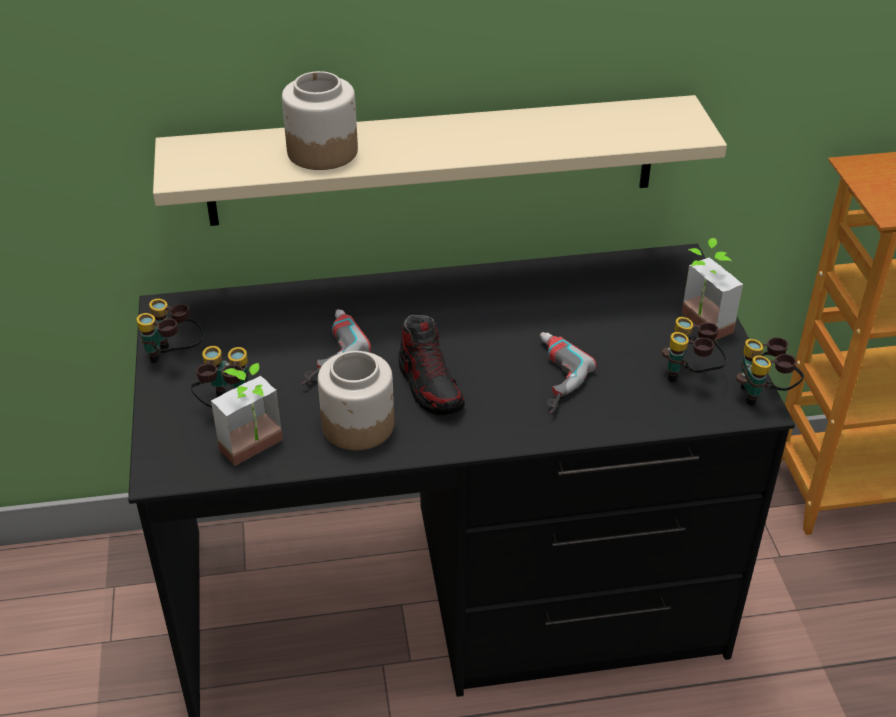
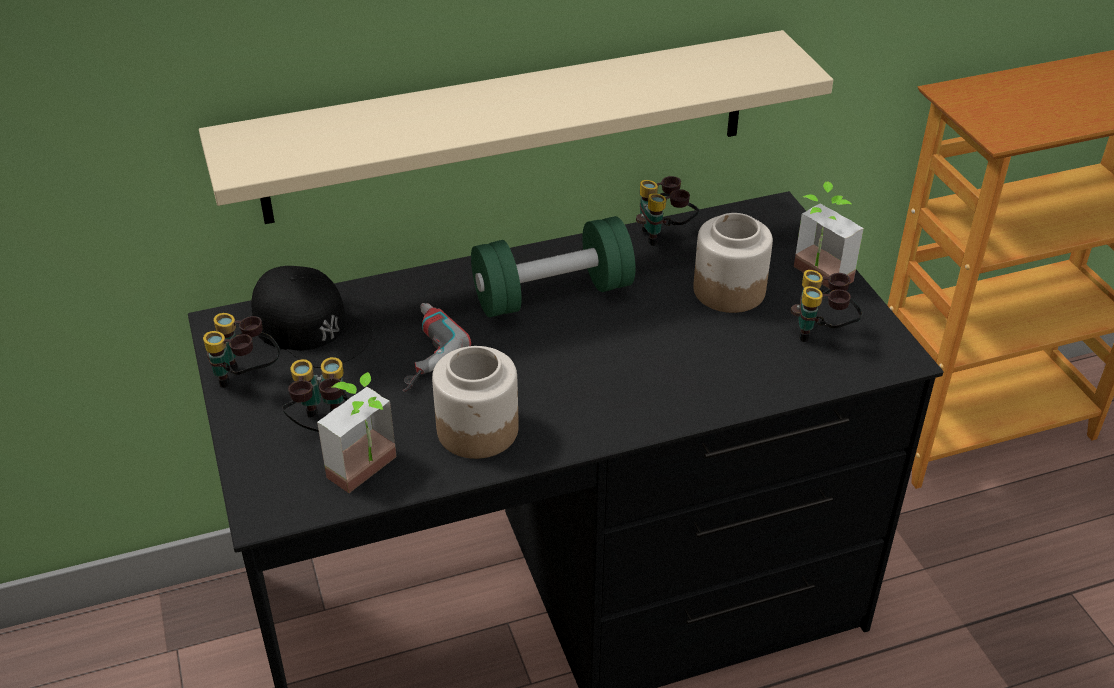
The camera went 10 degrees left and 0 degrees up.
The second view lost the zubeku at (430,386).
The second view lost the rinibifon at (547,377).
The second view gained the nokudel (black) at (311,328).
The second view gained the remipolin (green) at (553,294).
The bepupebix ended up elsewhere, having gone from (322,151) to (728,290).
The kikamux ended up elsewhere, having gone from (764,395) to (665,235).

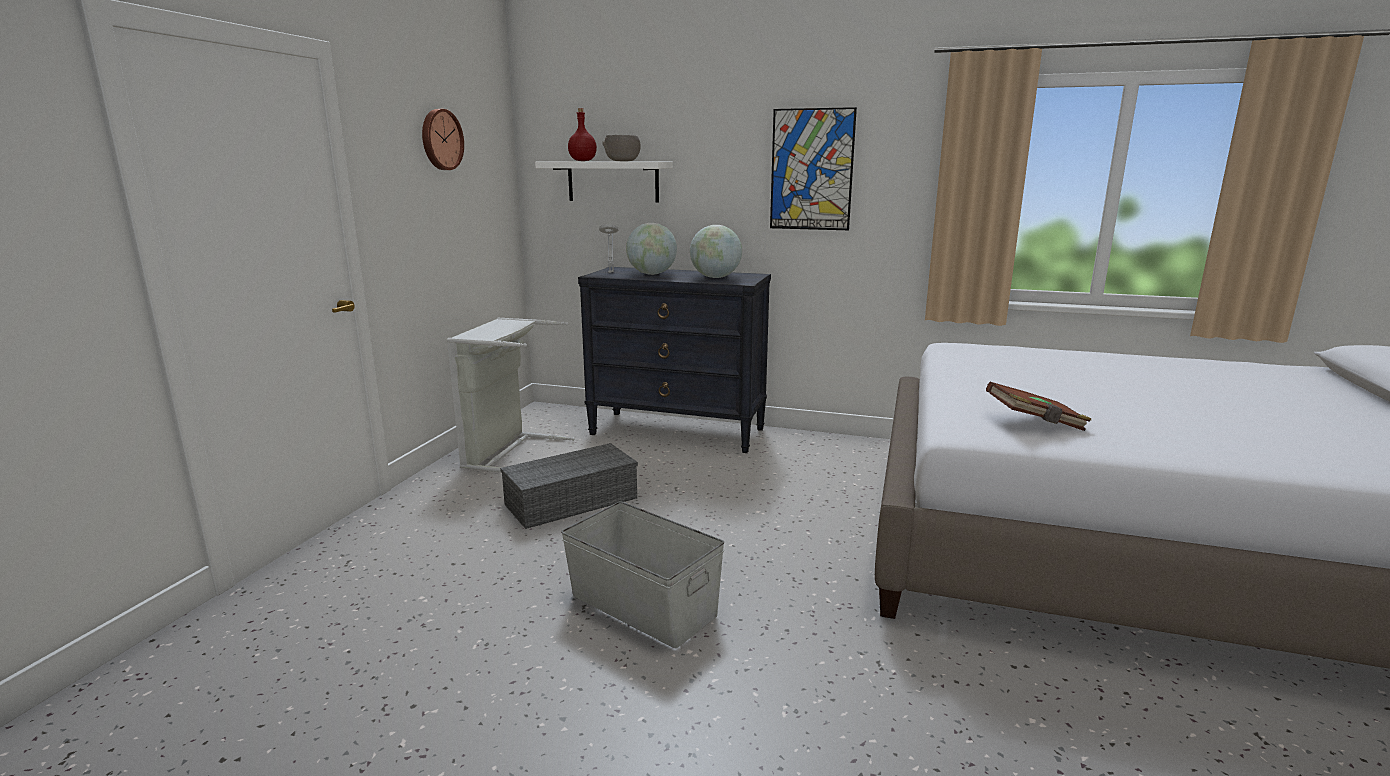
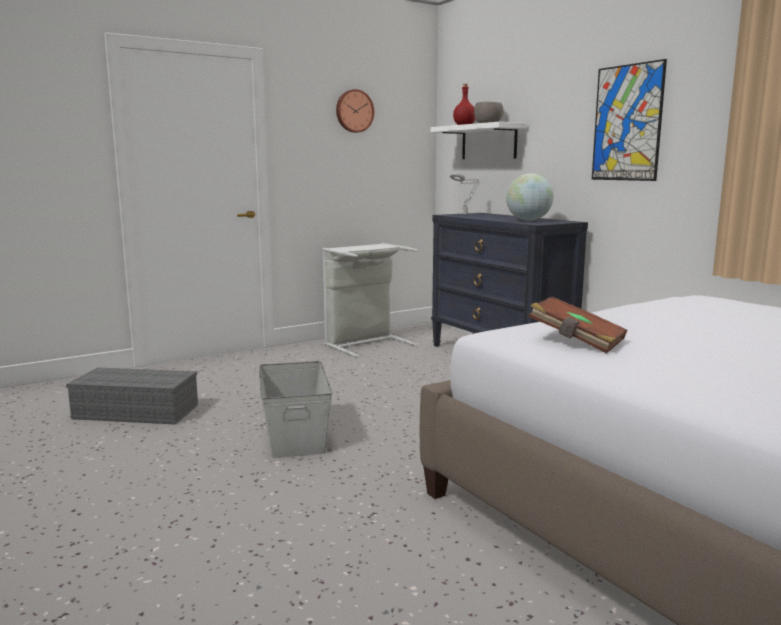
The camera went 40 degrees right and 5 degrees down.
The second view lost the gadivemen at (652,274).
The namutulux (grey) ended up elsewhere, having gone from (572,500) to (138,411).

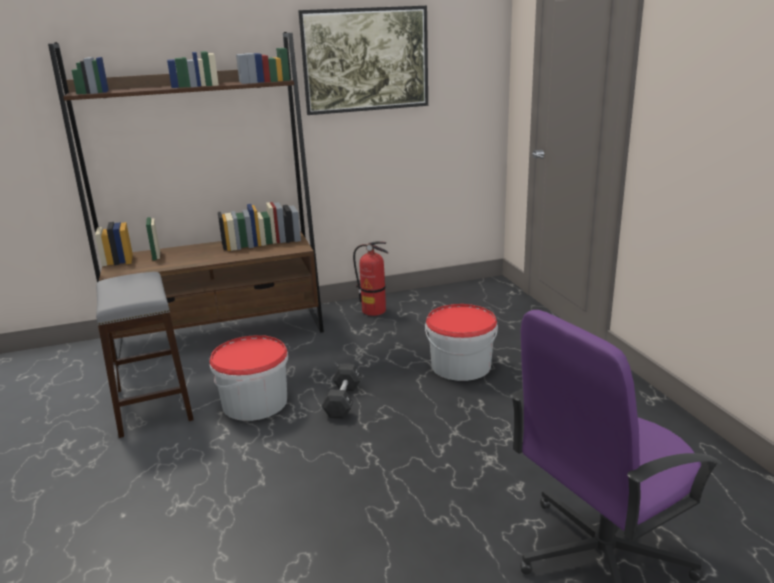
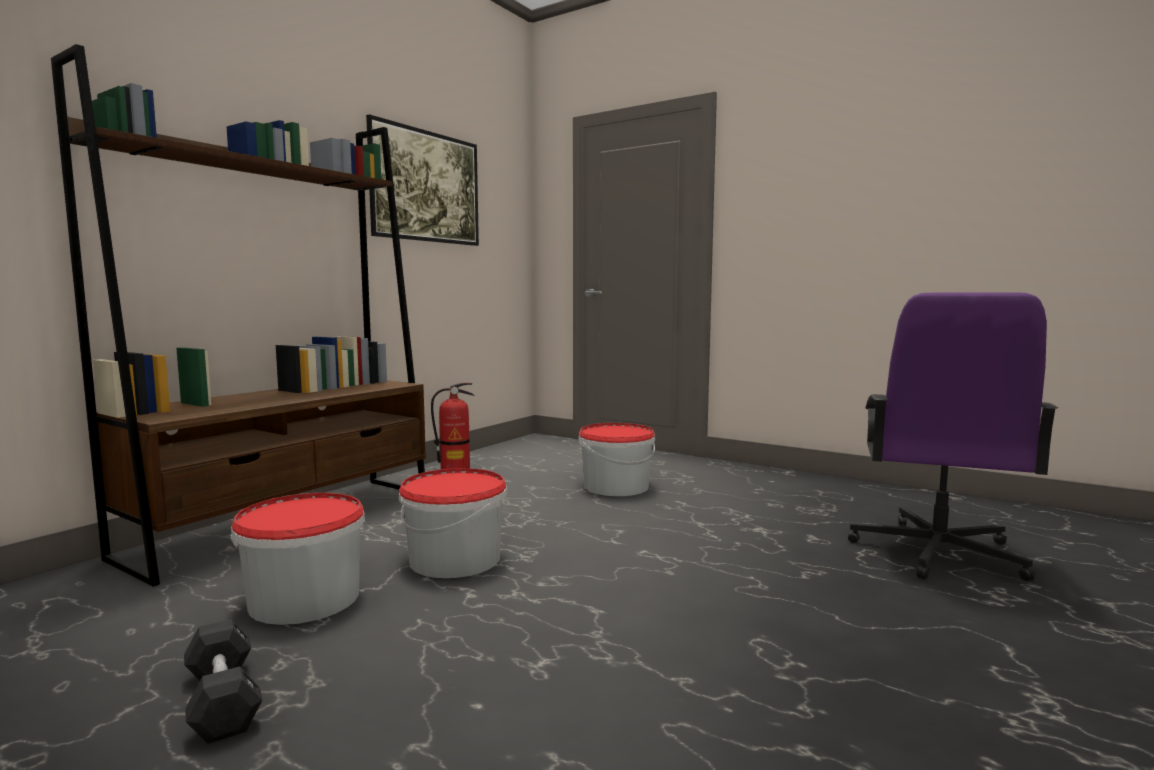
The camera went 40 degrees left and 15 degrees down.
The remipolin (black) ended up elsewhere, having gone from (343,401) to (222,700).
Where the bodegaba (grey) stood at (154,404), the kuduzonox came to stand at (305,599).

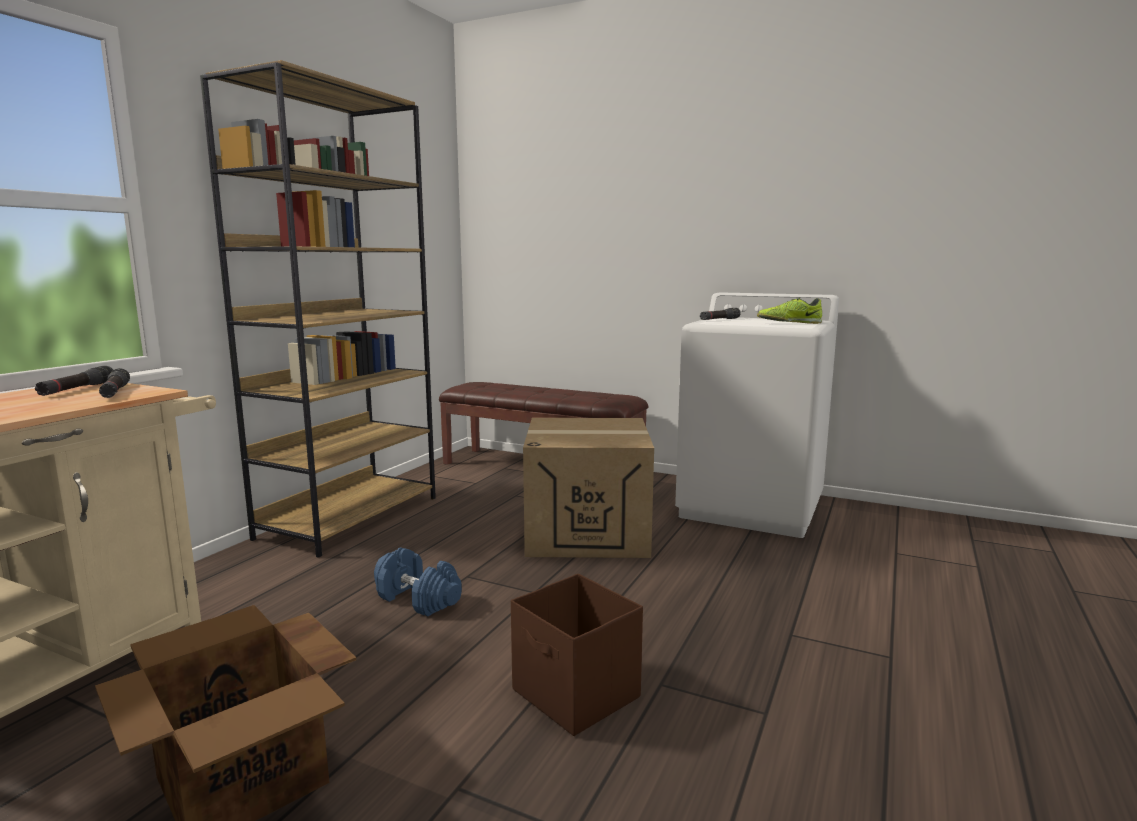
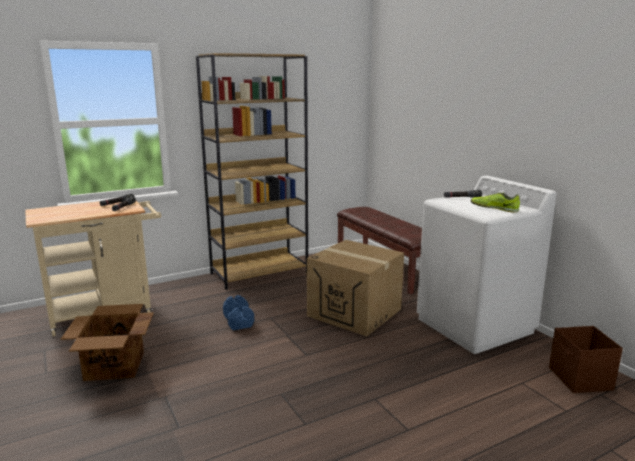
The camera went 35 degrees right and 5 degrees up.
The namutulux (brown) ended up elsewhere, having gone from (576,695) to (580,379).

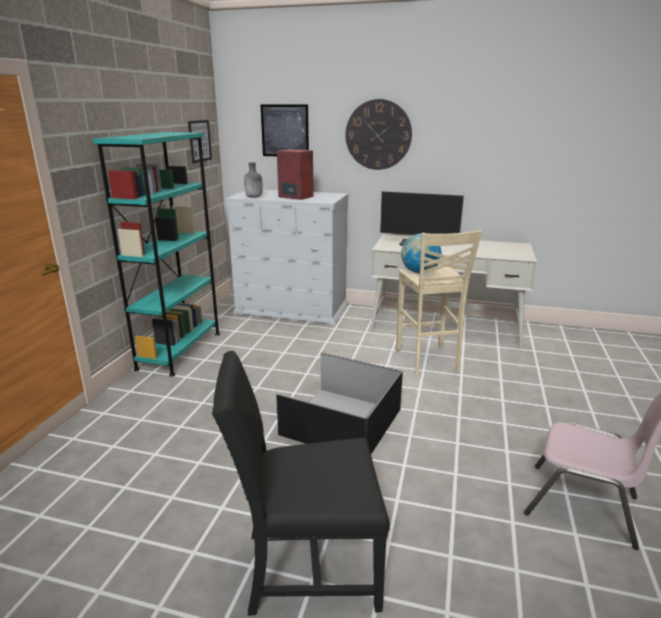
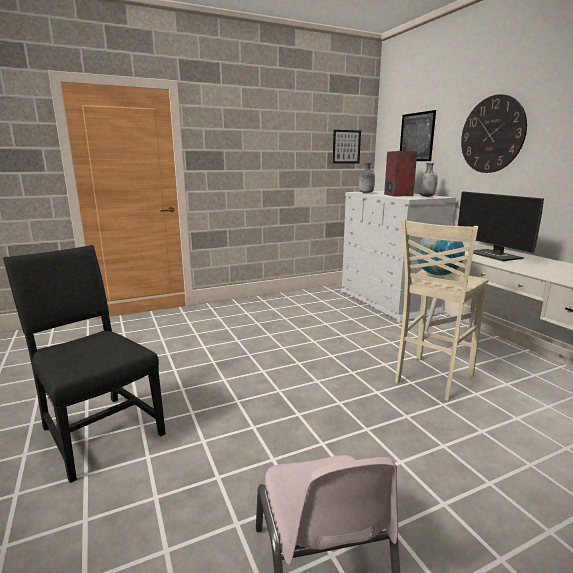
The camera went 50 degrees right and 5 degrees down.
The second view lost the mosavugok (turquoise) at (180,350).
The second view lost the namutulux (black) at (341,421).
The second view gained the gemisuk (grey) at (426,196).

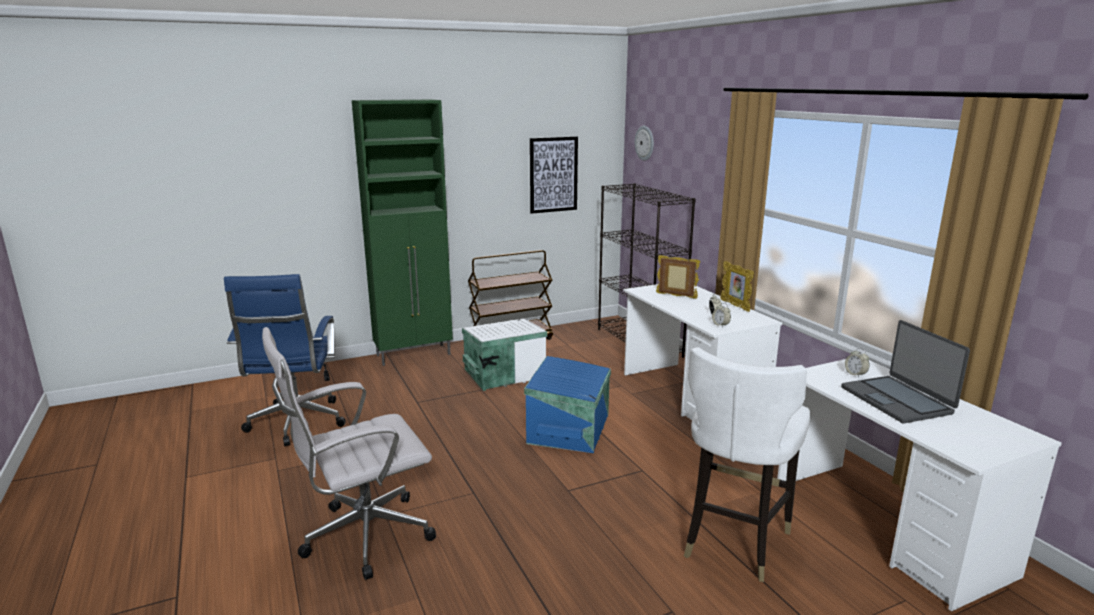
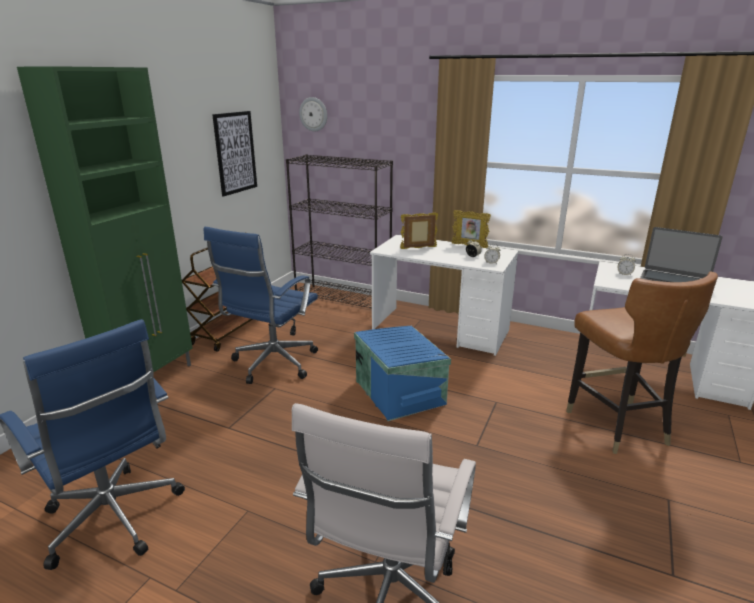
The camera went 40 degrees left and 5 degrees up.
Where the namutulux (white) stood at (503,373), the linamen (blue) came to stand at (272,365).
What was the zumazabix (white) at (733,541) turned into the zumazabix (brown) at (617,425).

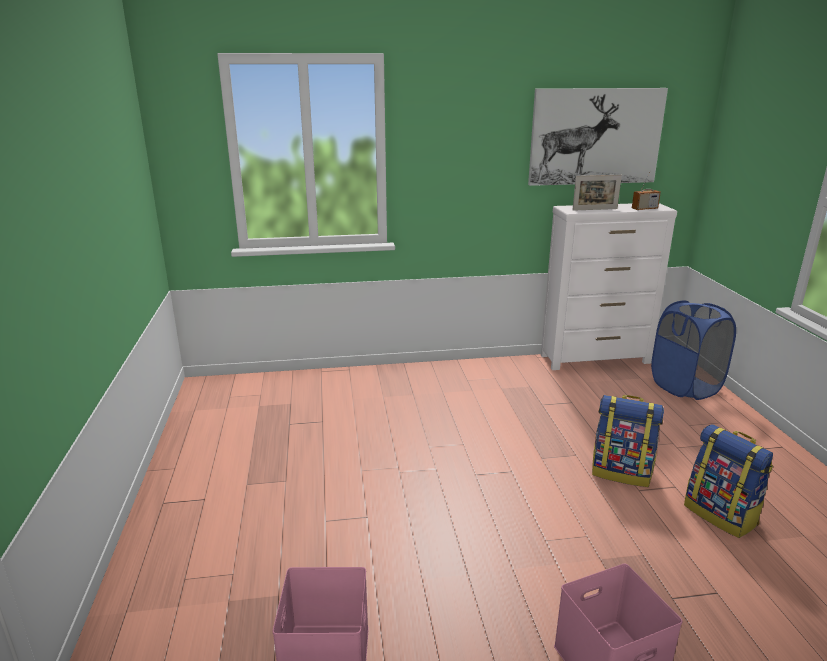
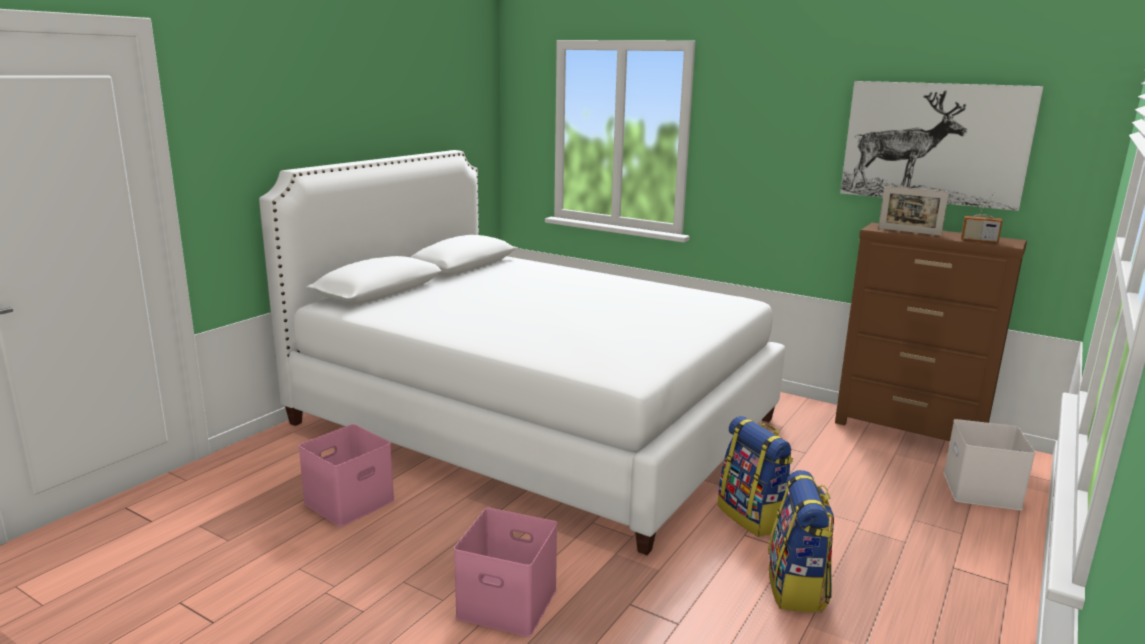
The camera went 40 degrees right and 5 degrees down.
The second view gained the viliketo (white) at (534,421).
Where the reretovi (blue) stood at (685,387), the namutulux (white) came to stand at (983,491).
What was the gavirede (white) at (596,359) turned into the gavirede (brown) at (909,432).

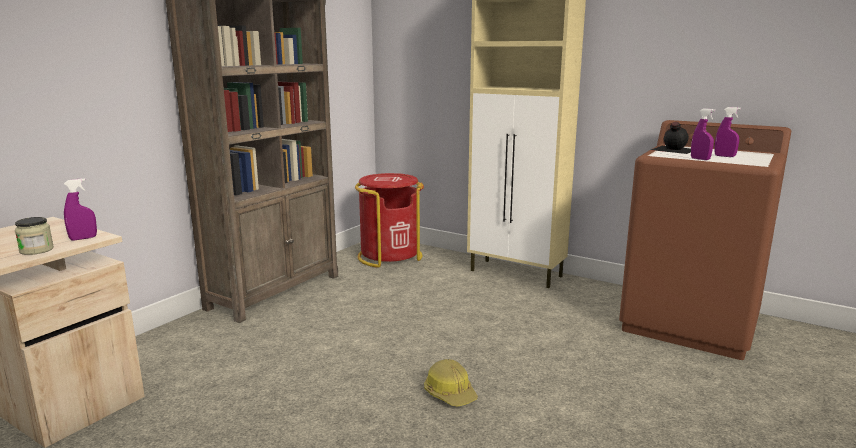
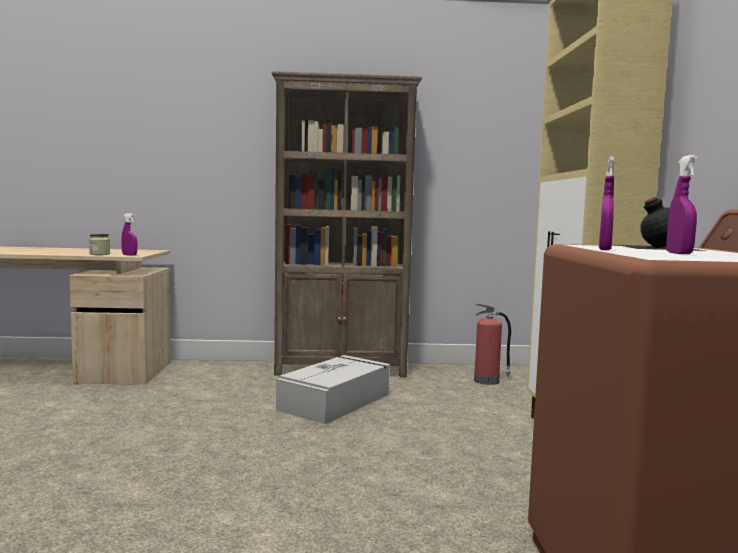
The camera went 55 degrees right and 10 degrees down.
The second view lost the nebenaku at (450,393).
The second view gained the namutulux (grey) at (336,401).
Where the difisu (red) stood at (389,256), the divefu came to stand at (488,381).

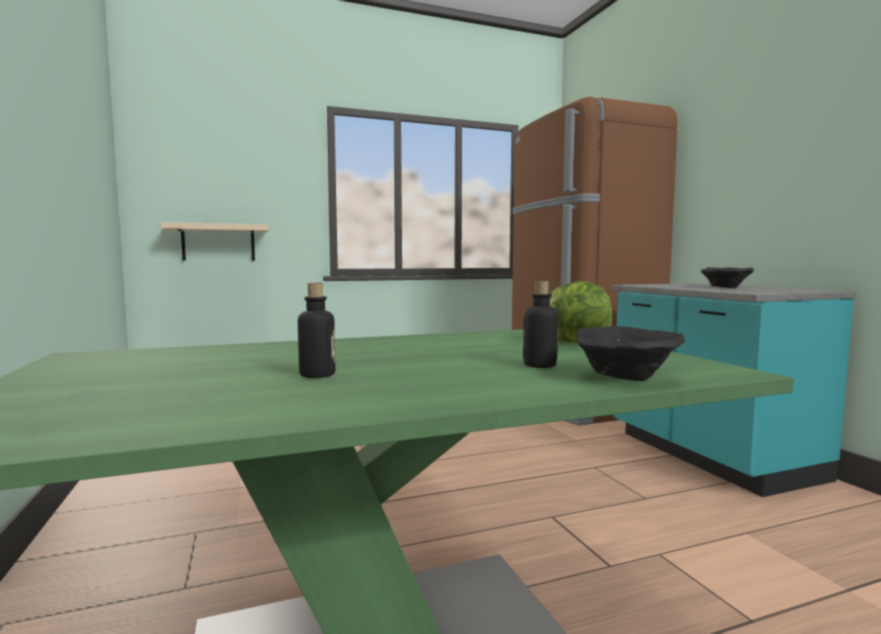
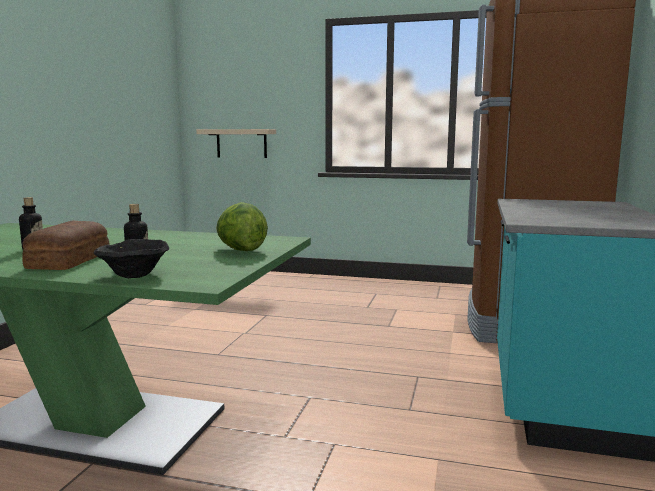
The camera went 35 degrees right and 5 degrees up.
The second view lost the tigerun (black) at (725,288).
The second view gained the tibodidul at (67,261).

